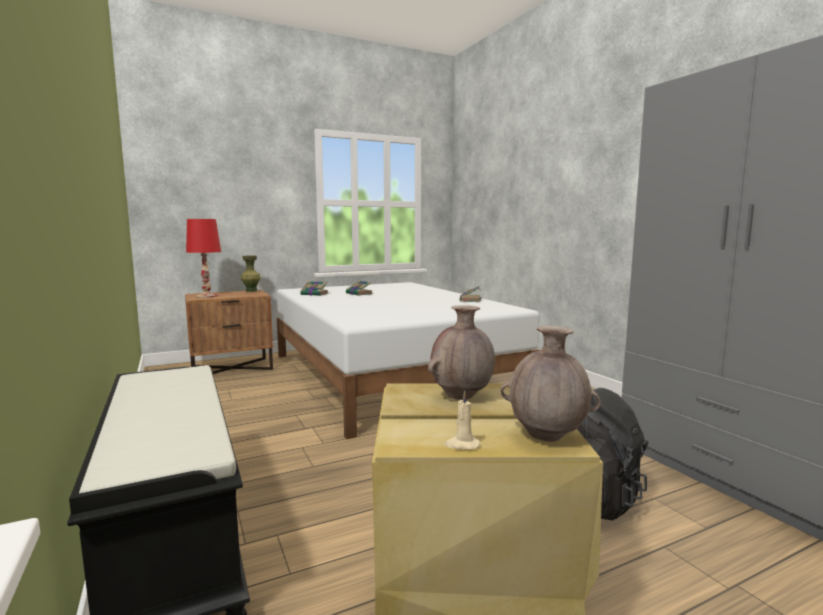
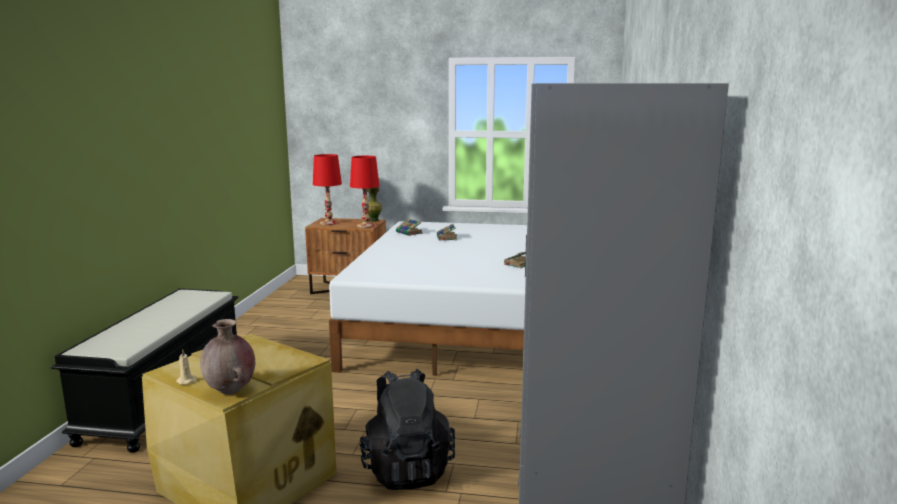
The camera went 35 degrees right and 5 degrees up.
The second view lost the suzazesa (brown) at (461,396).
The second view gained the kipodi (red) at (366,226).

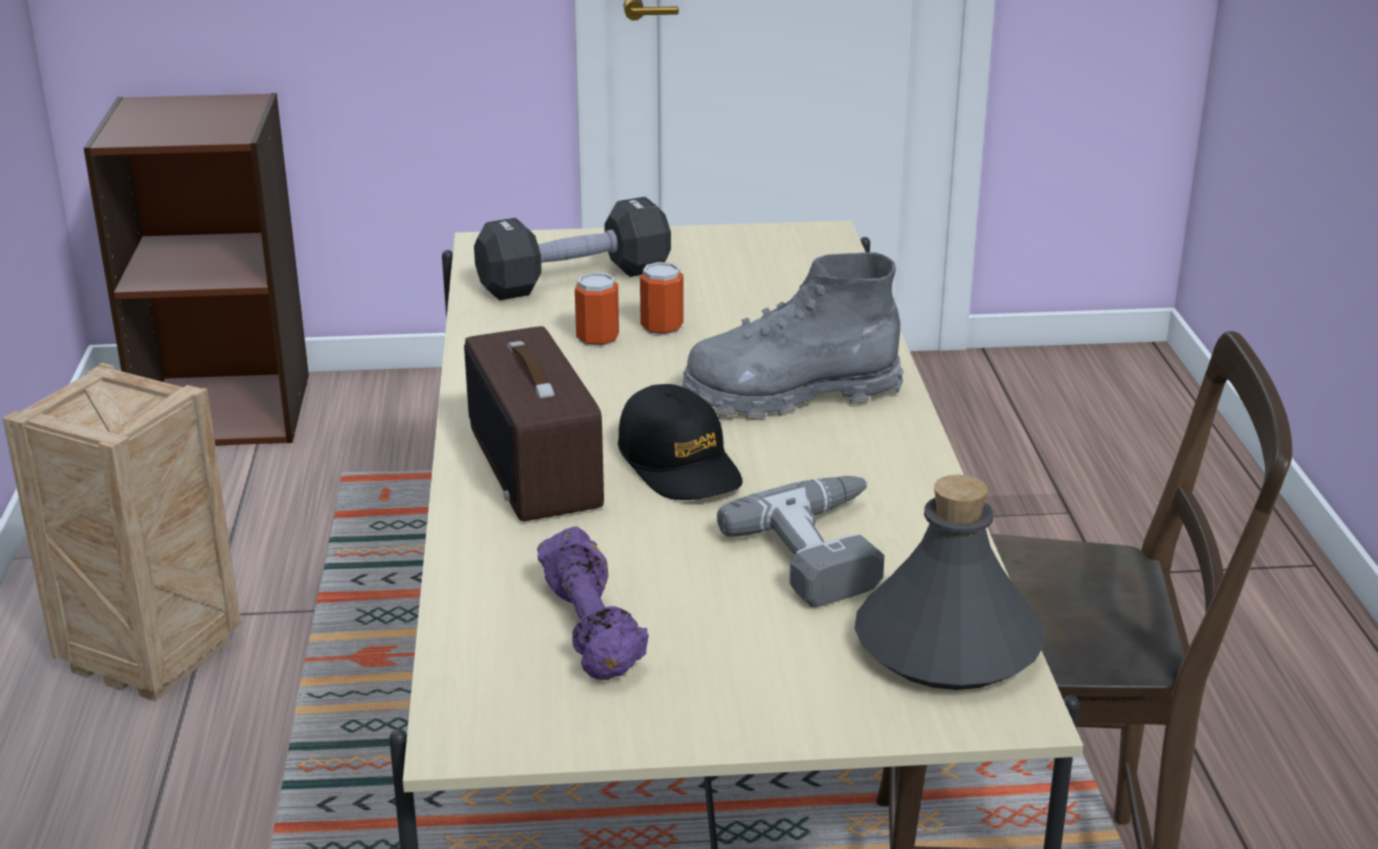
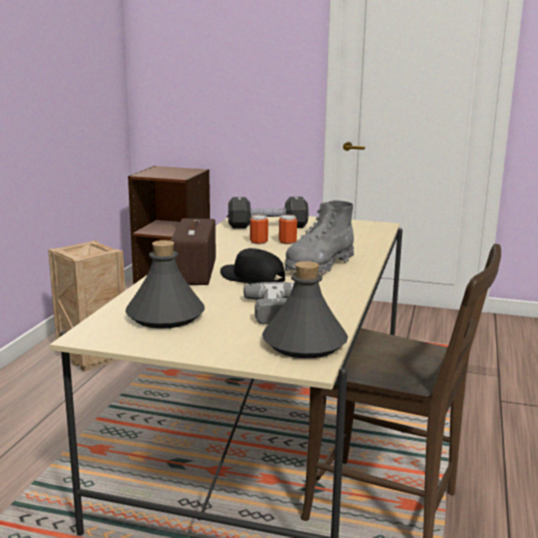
The camera went 20 degrees right and 10 degrees down.
Where the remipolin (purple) stood at (593,630), the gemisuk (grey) came to stand at (166,316).
The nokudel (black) at (680,464) ended up facing another way, 135 degrees clockwise from before.
The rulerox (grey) at (790,394) ended up facing another way, 60 degrees counterclockwise from before.

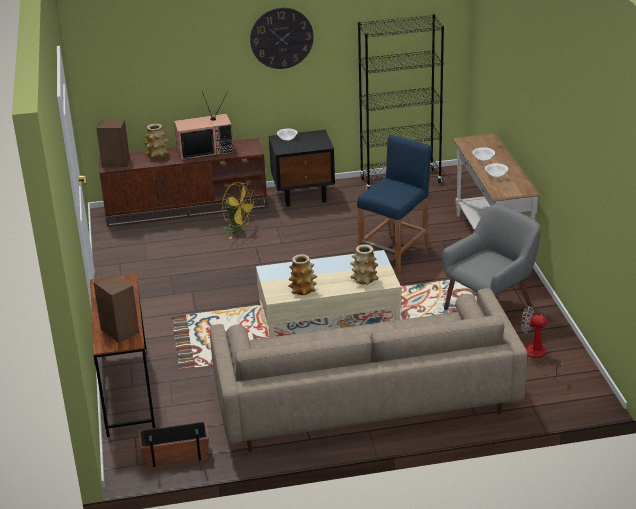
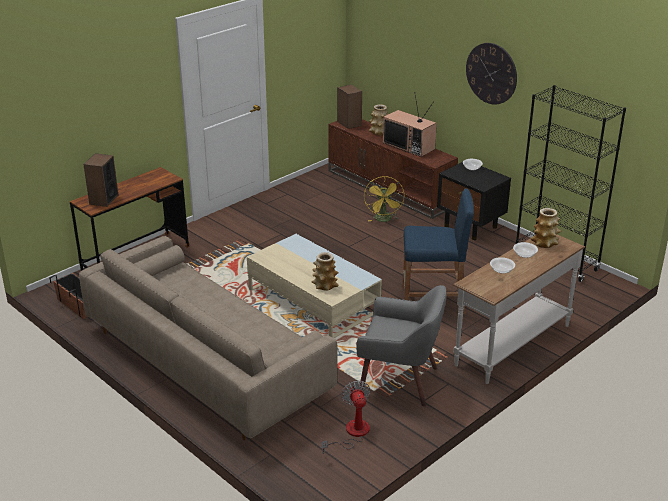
The camera went 55 degrees right and 0 degrees up.
The suzazesa ended up elsewhere, having gone from (303,290) to (545,243).

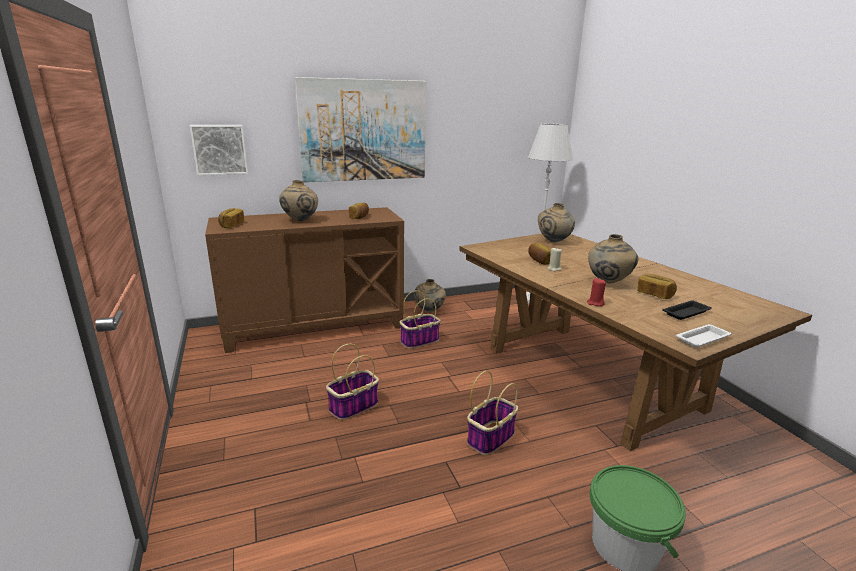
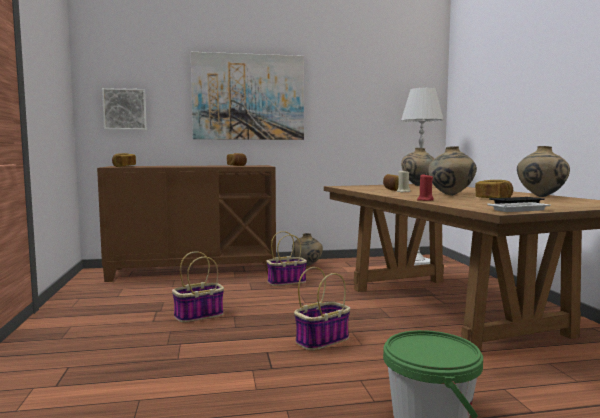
The camera went 10 degrees right and 15 degrees down.
The suzazesa (beige) ended up elsewhere, having gone from (300,220) to (540,197).

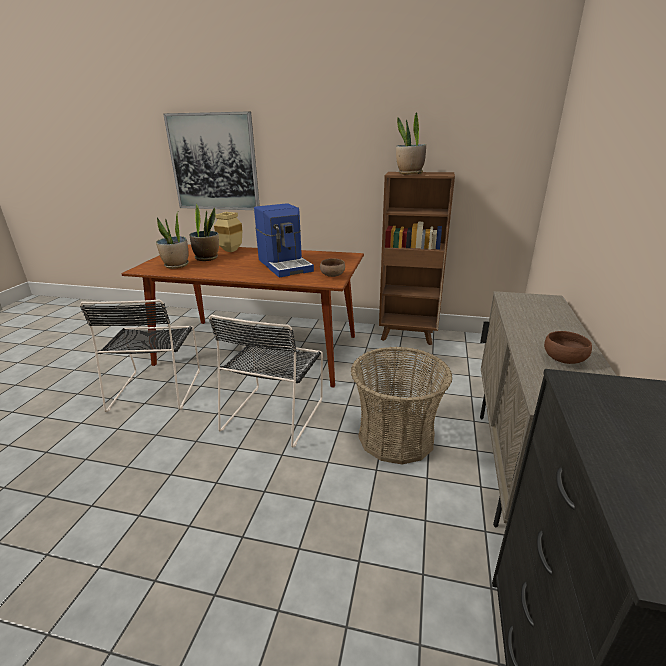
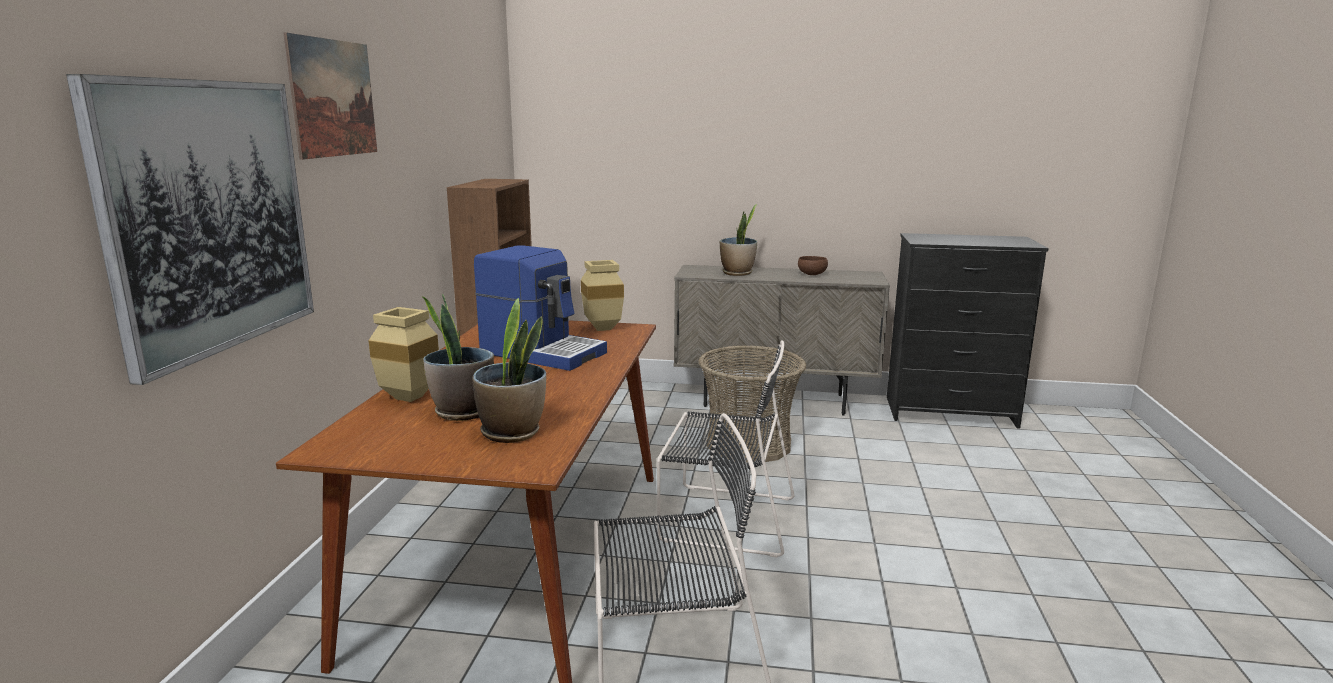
The camera went 95 degrees left and 10 degrees down.
The second view gained the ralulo at (333,98).
The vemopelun ended up elsewhere, having gone from (409,173) to (737,273).
Where the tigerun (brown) stood at (333,276), the suzazesa (beige) came to stand at (604,328).
The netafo at (285,265) ended up facing another way, 60 degrees clockwise from before.

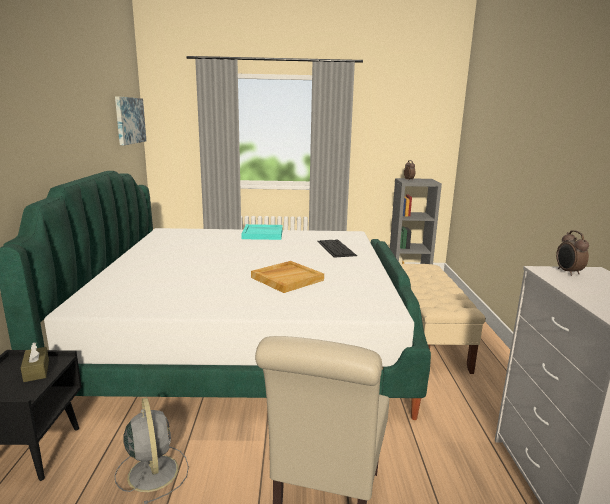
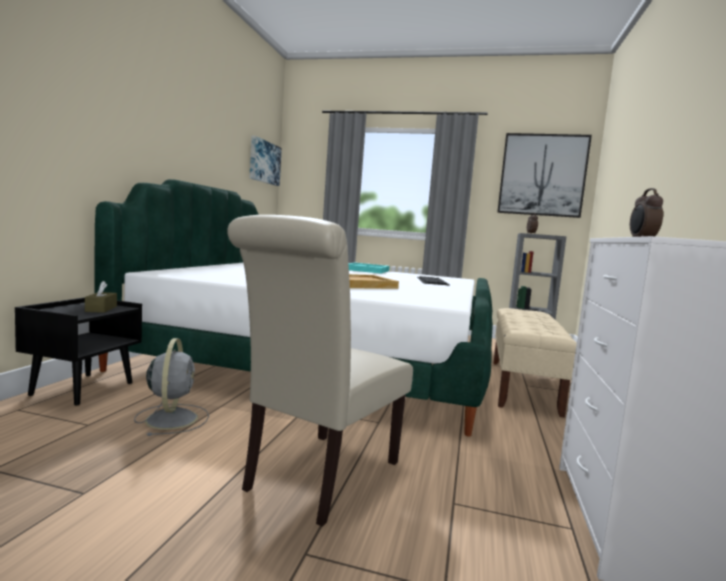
The camera went 15 degrees right and 10 degrees down.
The second view gained the ralulo at (542,175).

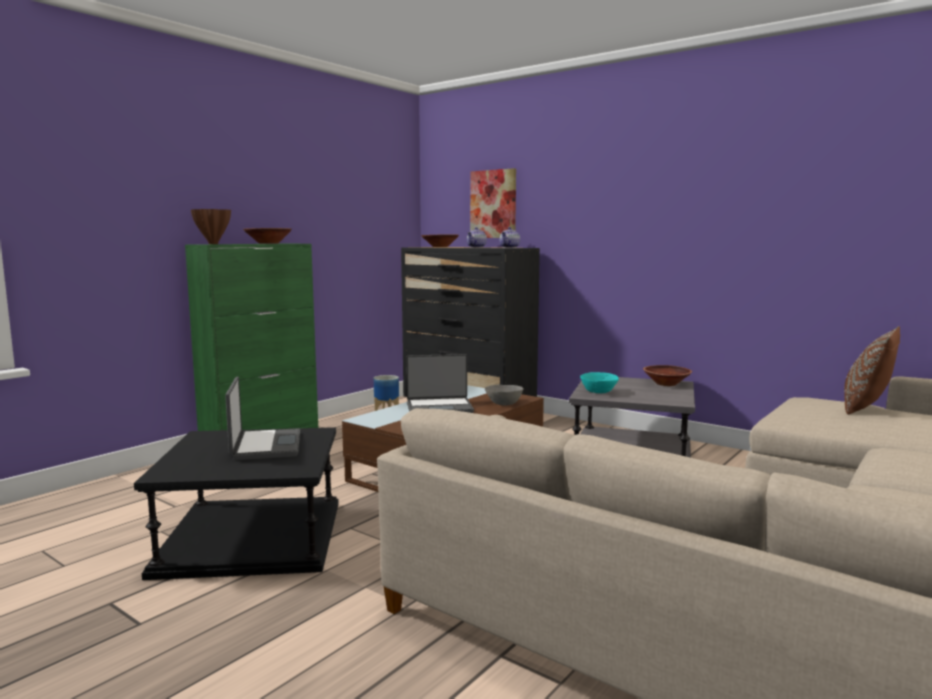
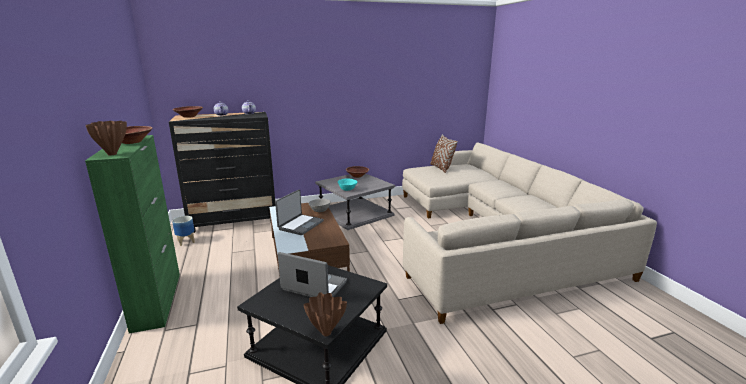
The camera went 55 degrees left and 10 degrees up.
The second view lost the ralulo at (493,204).
The second view gained the suzazesa (brown) at (325,333).

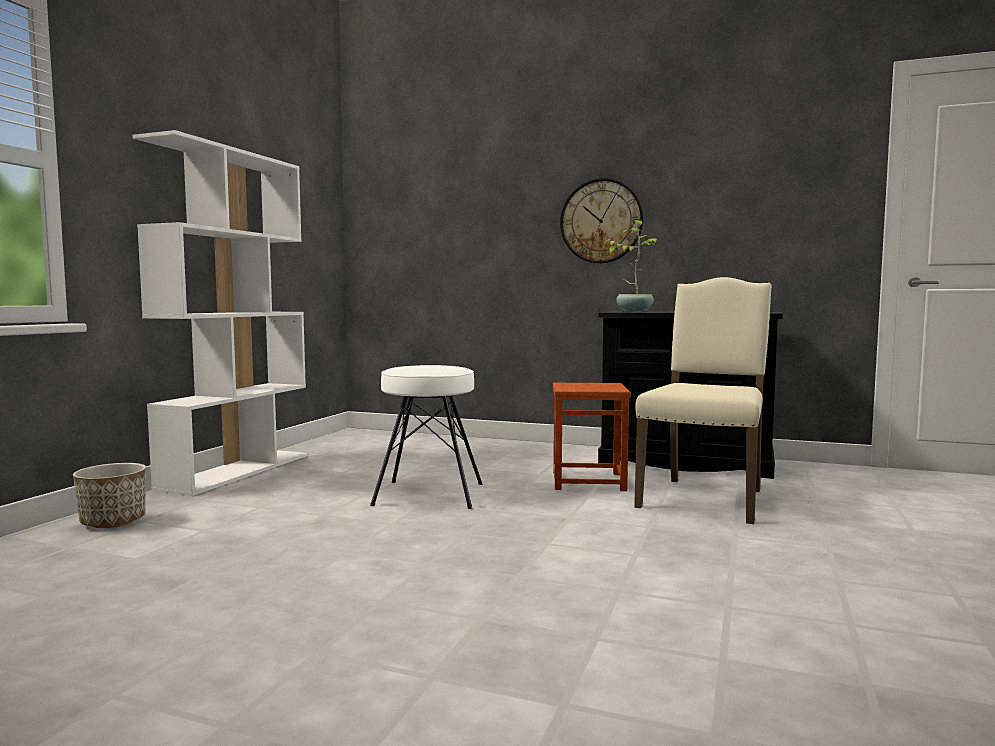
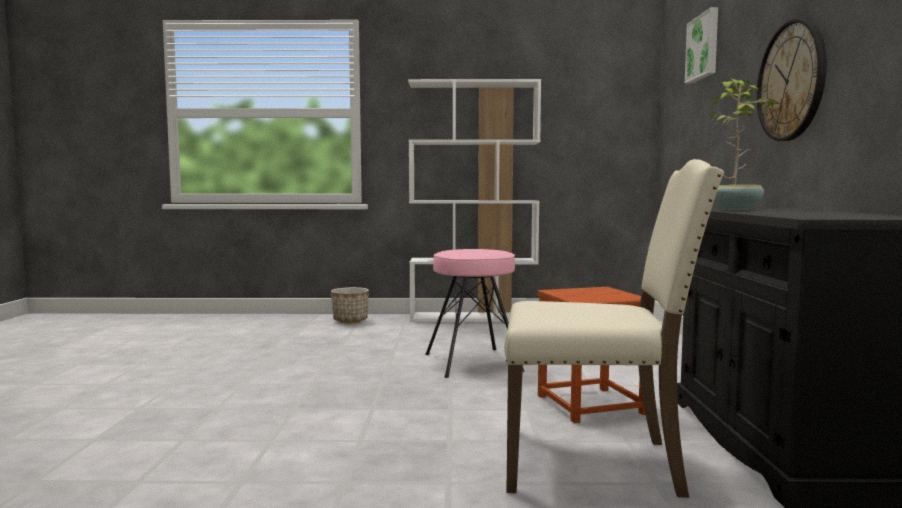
The camera went 70 degrees right and 0 degrees up.
The second view gained the ralulo at (704,47).
What was the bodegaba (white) at (429,494) turned into the bodegaba (pink) at (473,362).

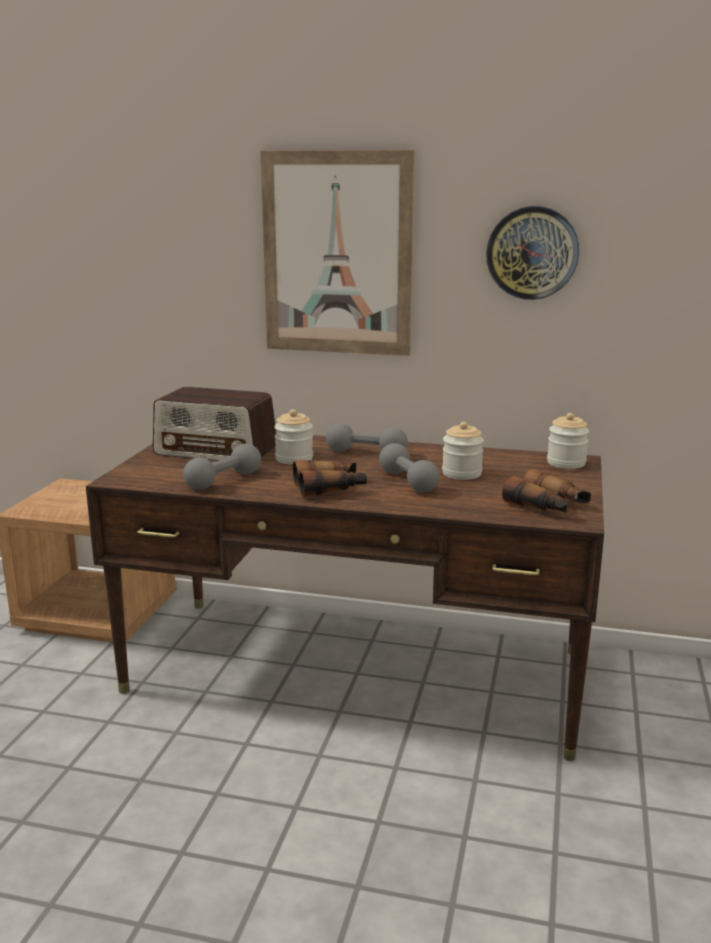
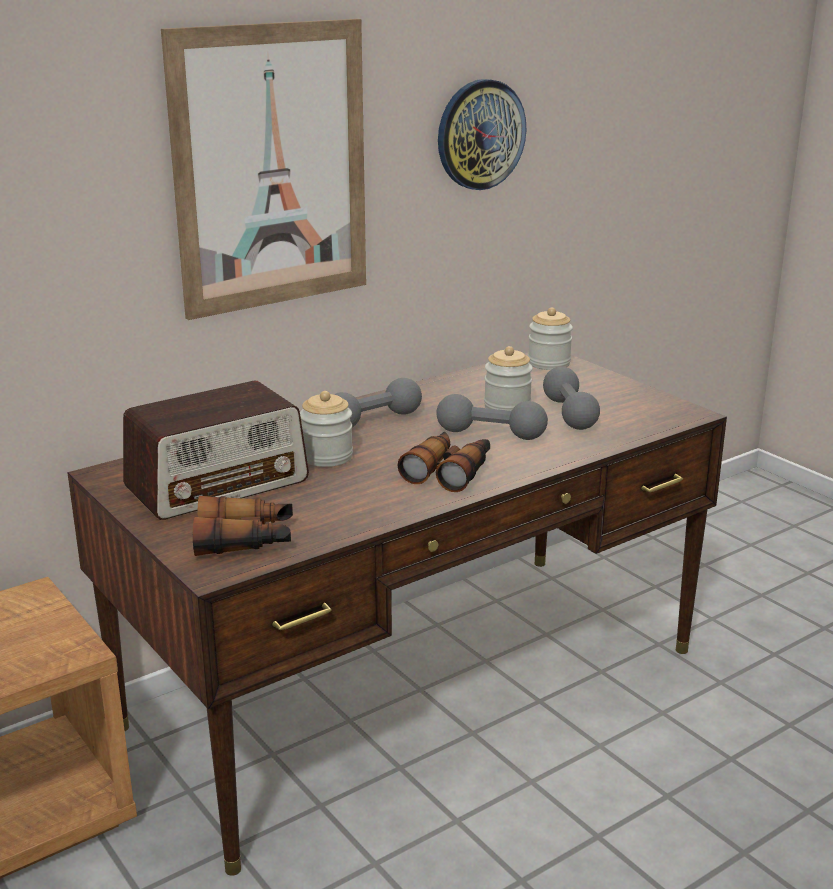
The camera went 50 degrees left and 5 degrees up.
The remipolin (grey) ended up elsewhere, having gone from (224,481) to (569,414).
The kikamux ended up elsewhere, having gone from (547,506) to (245,540).

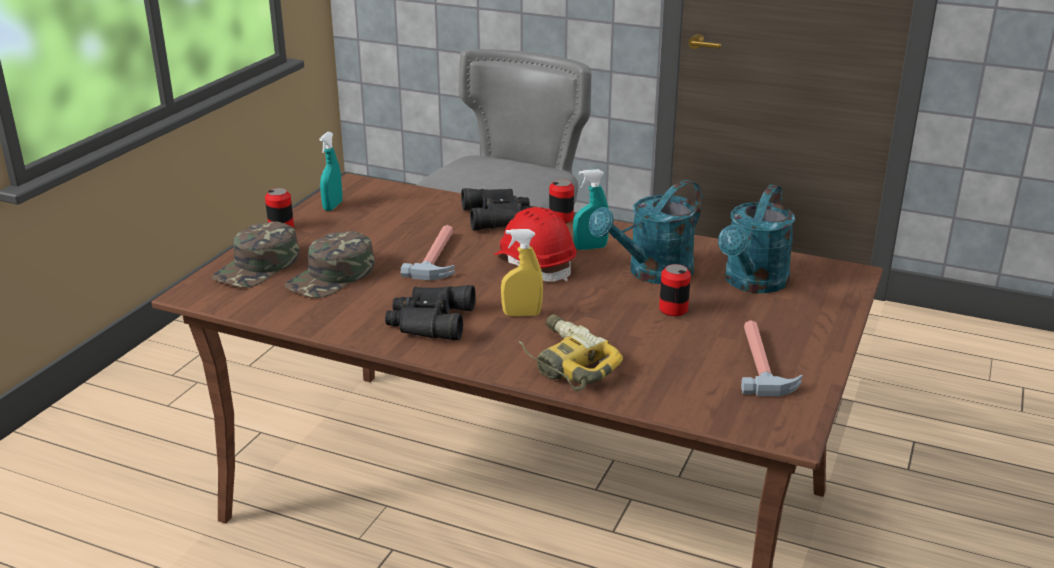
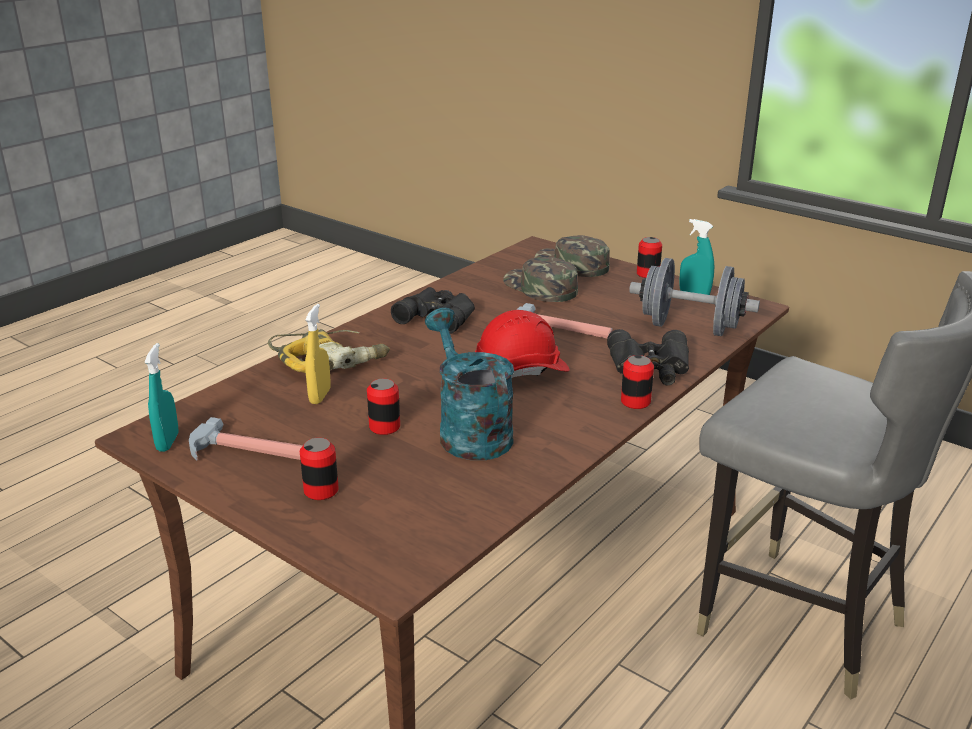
The camera went 105 degrees right and 0 degrees up.
The second view lost the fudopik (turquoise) at (752,284).
The second view gained the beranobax at (321,490).
The second view gained the remipolin (grey) at (690,327).
The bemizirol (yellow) ended up elsewhere, having gone from (522,314) to (320,396).
The bemizirol (turquoise) ended up elsewhere, having gone from (590,247) to (168,442).

